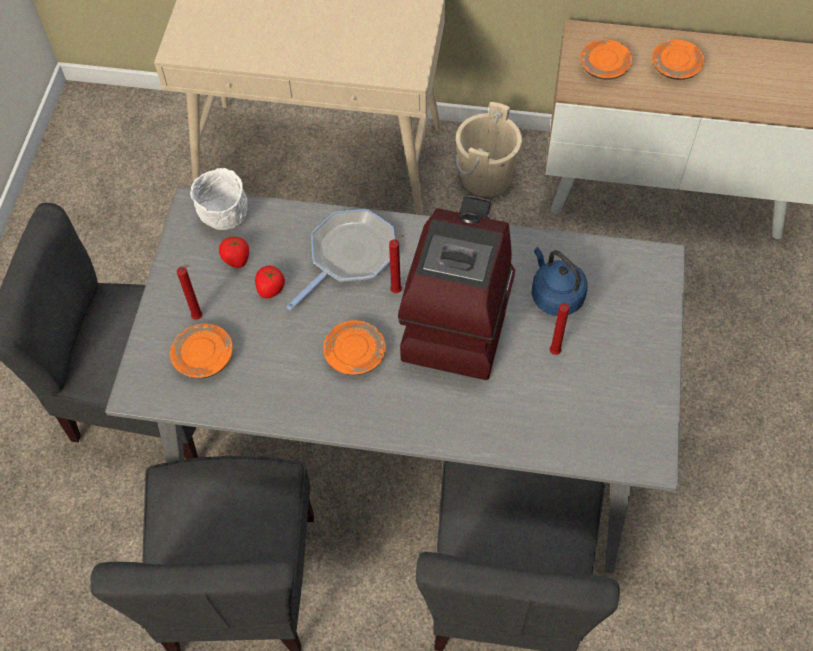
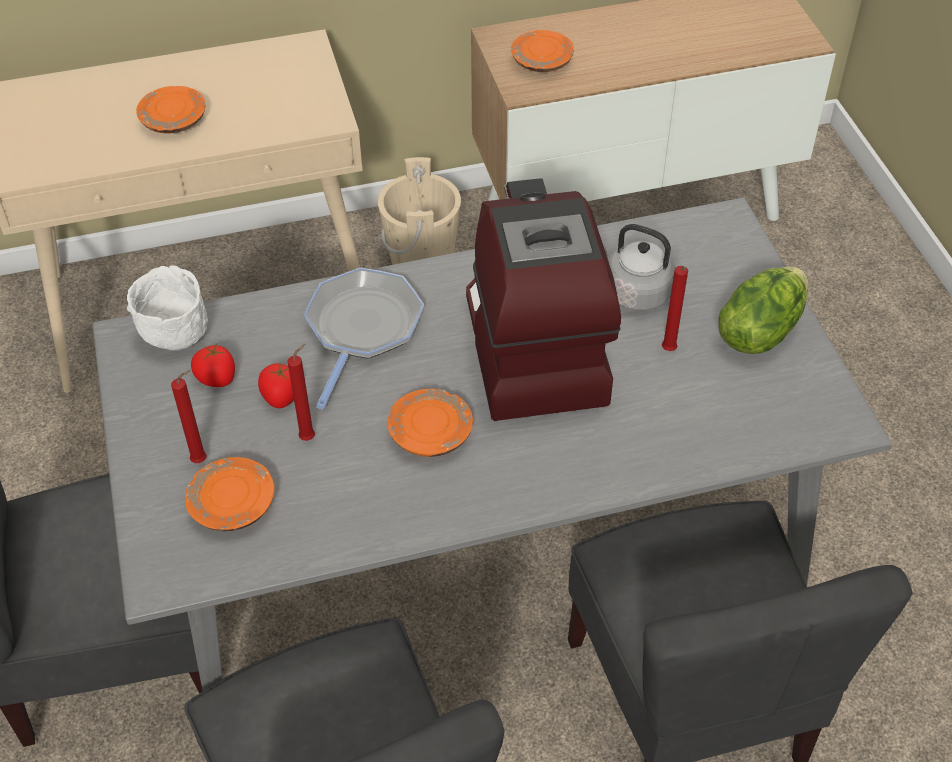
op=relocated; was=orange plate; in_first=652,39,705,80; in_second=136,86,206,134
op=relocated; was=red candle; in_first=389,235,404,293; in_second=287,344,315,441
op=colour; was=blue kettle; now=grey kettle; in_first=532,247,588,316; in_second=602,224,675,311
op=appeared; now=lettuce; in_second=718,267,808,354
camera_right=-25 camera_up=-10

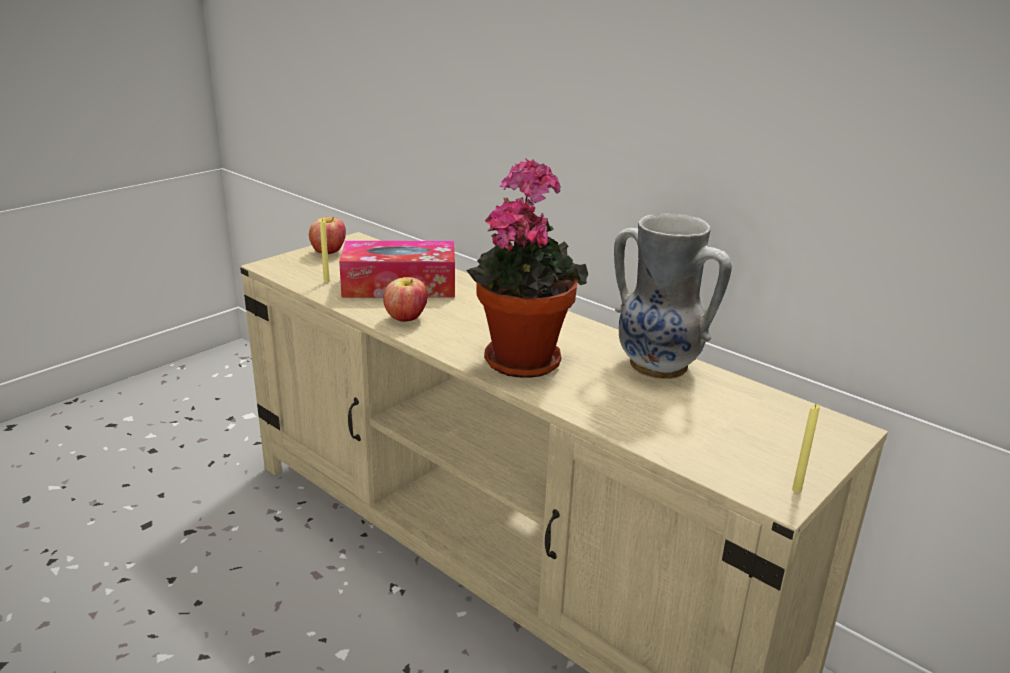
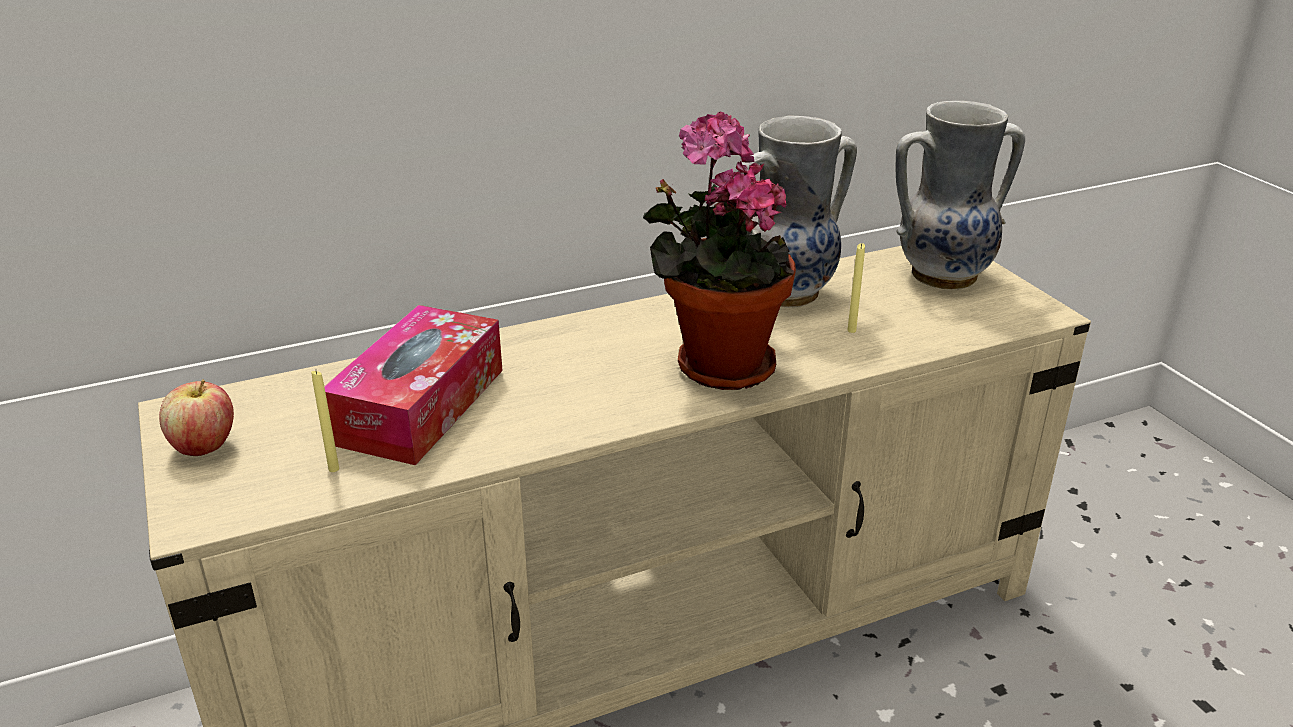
op=relocated; was=yellow candle; in_first=792,404,820,493; in_second=847,243,865,333
op=appeared; now=vase; in_second=896,101,1025,290
op=missing; was=apple; in_first=383,277,428,322
camera_right=-65 camera_up=5

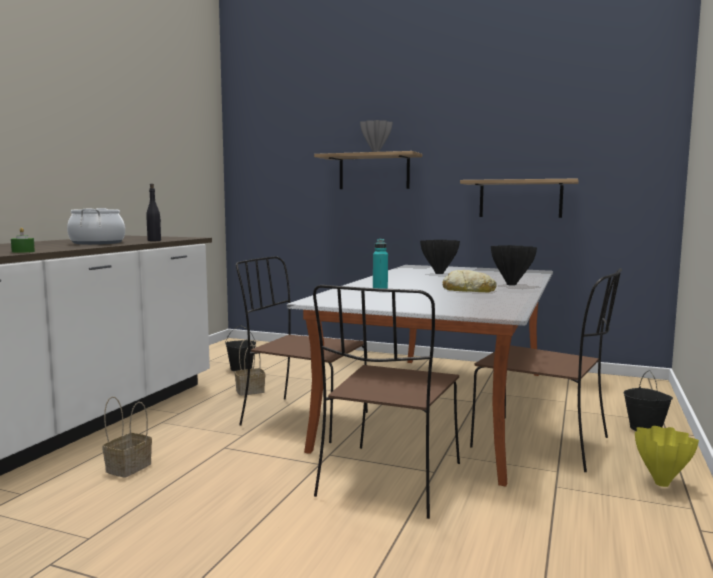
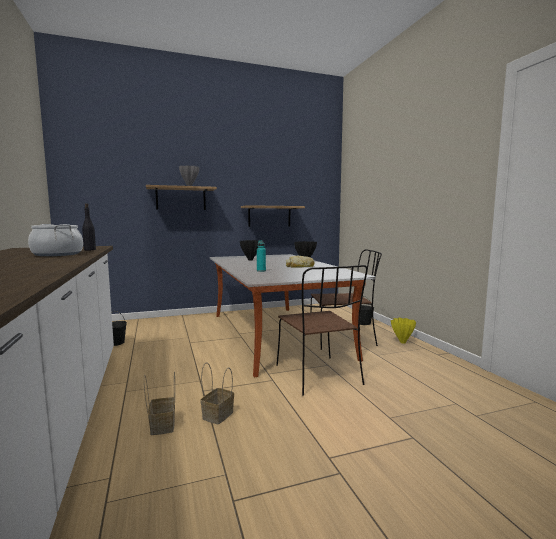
op=relocated; was=basket; in_first=235,339,265,396; in_second=201,363,234,424
op=missing; was=green candle; in_first=11,227,35,253
op=missing; was=brown chair; in_first=236,256,368,443
camera_right=-40 camera_up=0

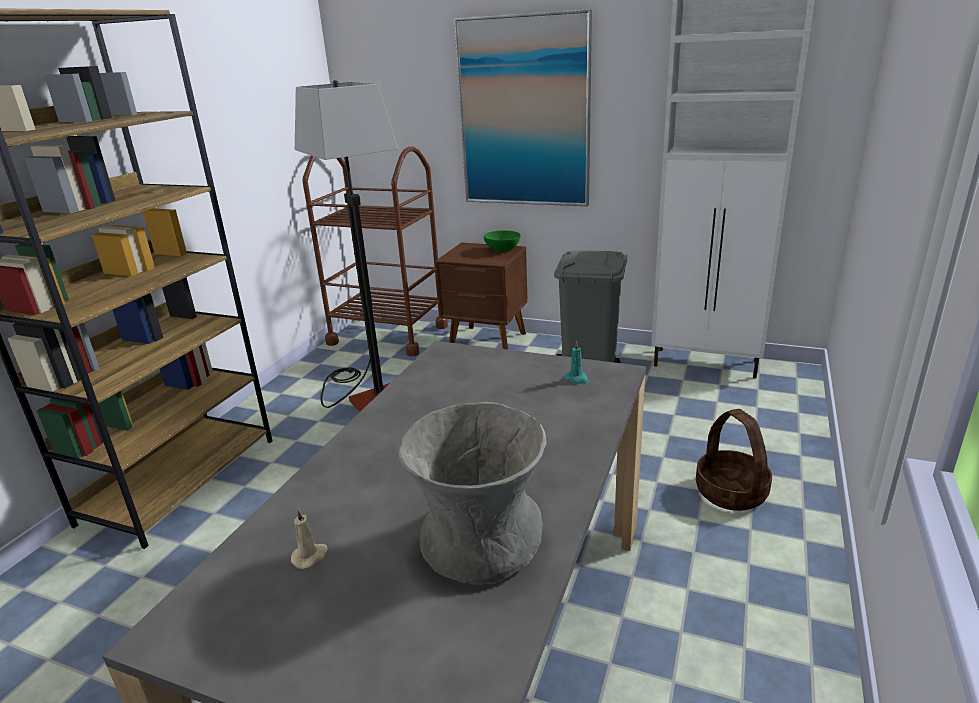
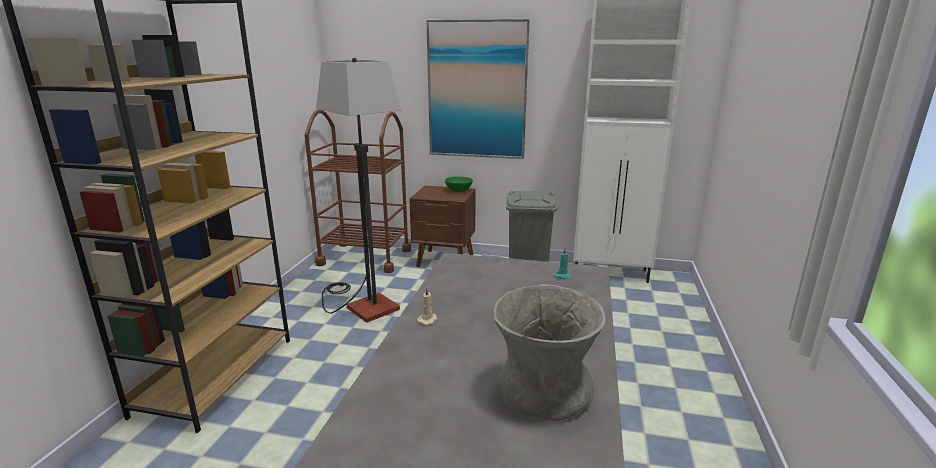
op=relocated; was=beige candle; in_first=291,508,328,569; in_second=417,288,438,325
op=missing; was=basket; in_first=696,409,772,511
camera_right=-10 camera_up=-5

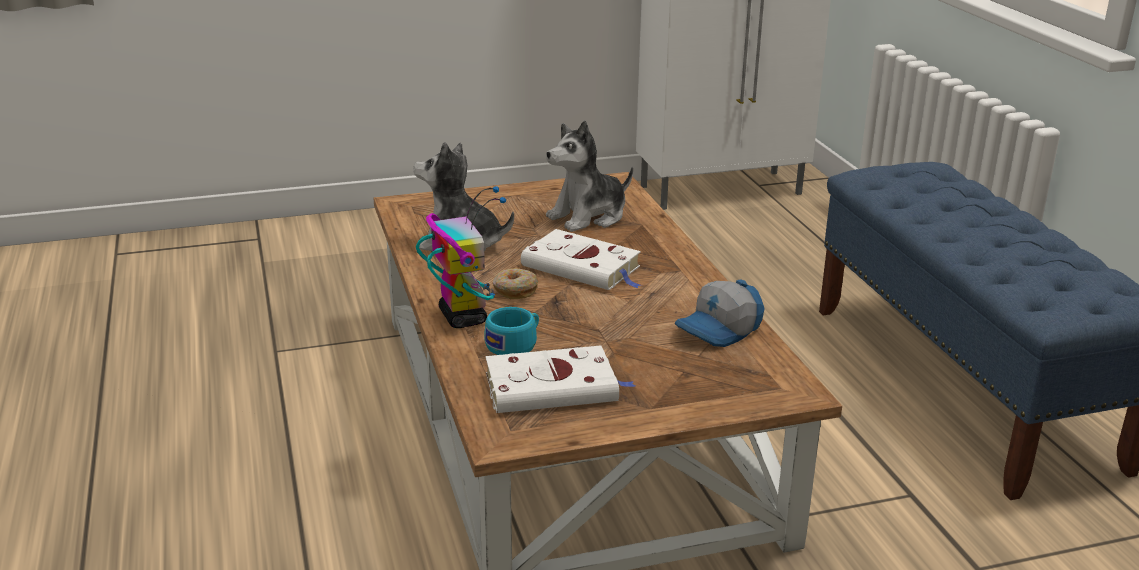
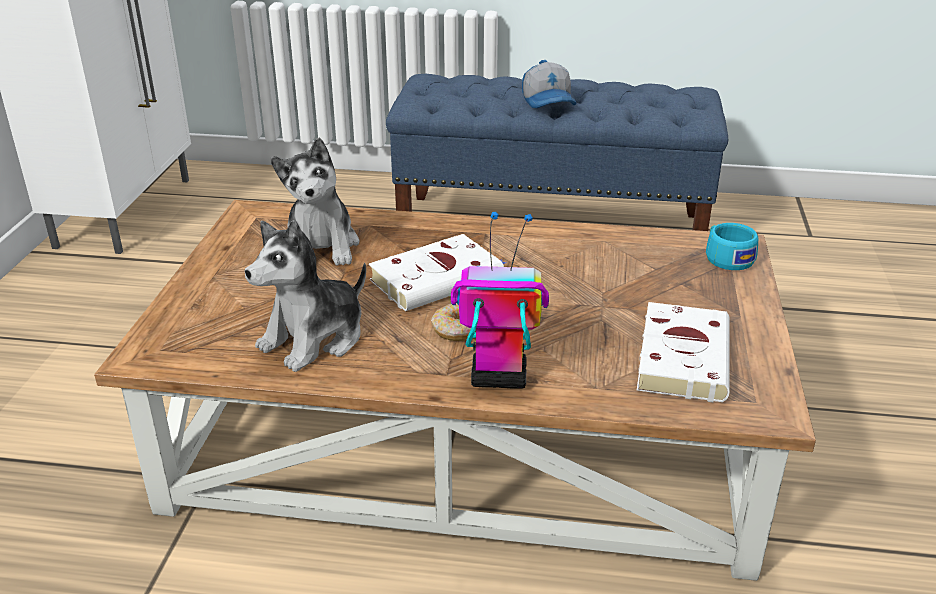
op=relocated; was=cap; in_first=675,279,765,347; in_second=522,60,577,108
op=relocated; was=turquoise cup; in_first=485,307,539,355; in_second=706,223,758,270
camera_right=-65 camera_up=5

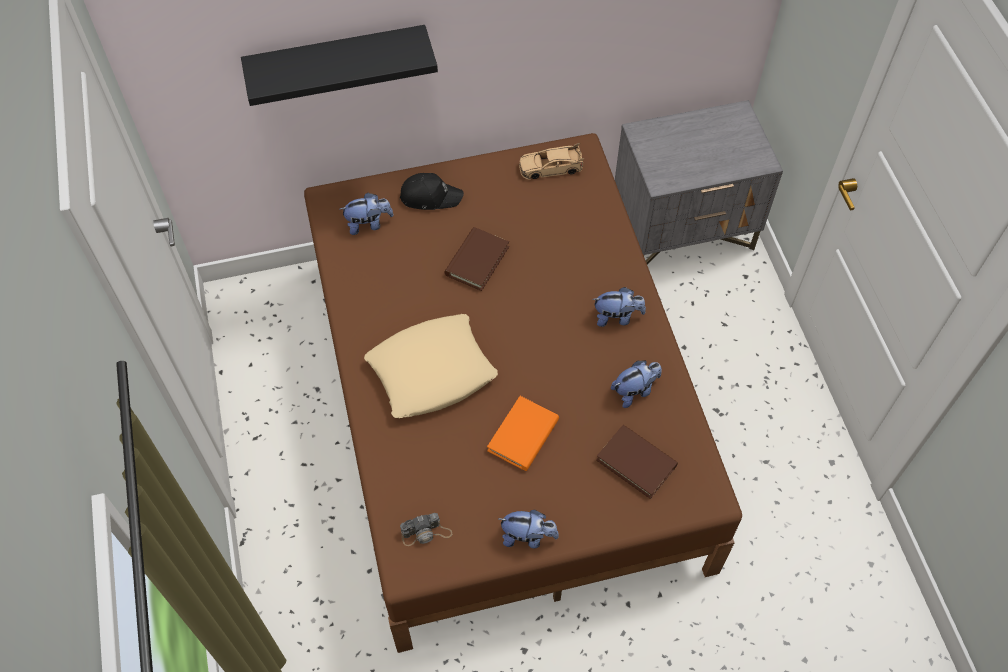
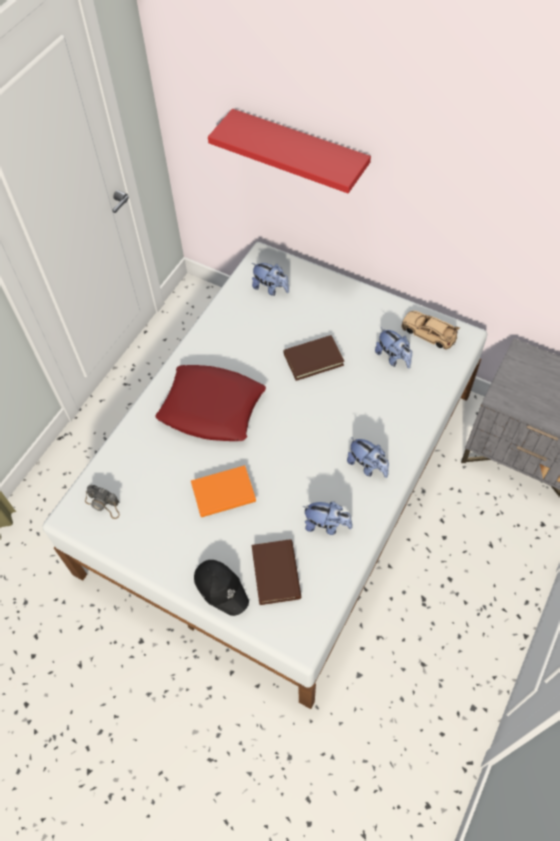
op=colour; was=brown bed; now=white bed; in_first=304,133,742,653; in_second=43,242,487,709
op=colour; was=beige pillow; now=red pillow; in_first=364,314,498,418; in_second=155,365,266,441
op=relocated; was=black cap; in_first=400,173,464,210; in_second=194,560,249,616
op=colour; was=black shelf; now=red shelf; in_first=241,25,438,106; in_second=208,109,371,193
op=relocated; was=plush toy; in_first=499,510,559,549; in_second=375,327,412,368
camera_right=45 camera_up=0

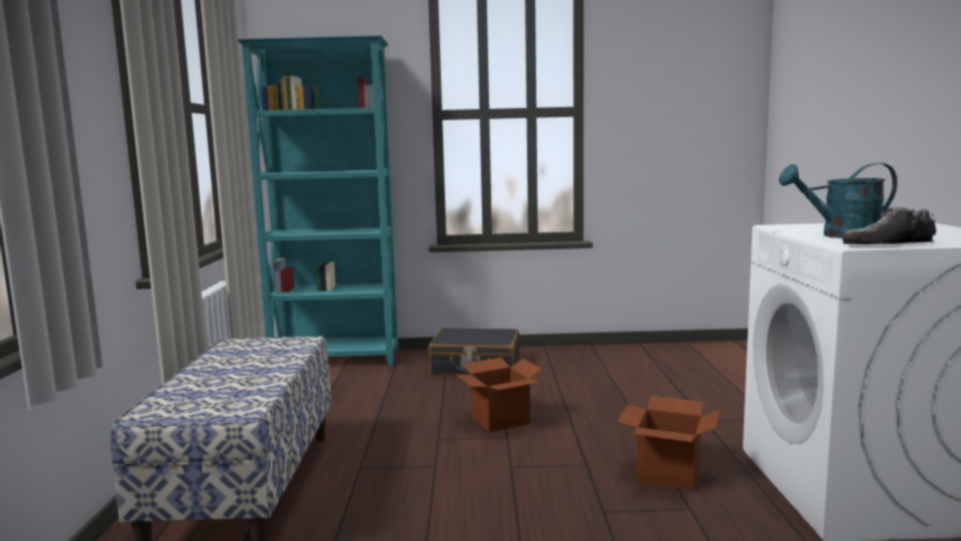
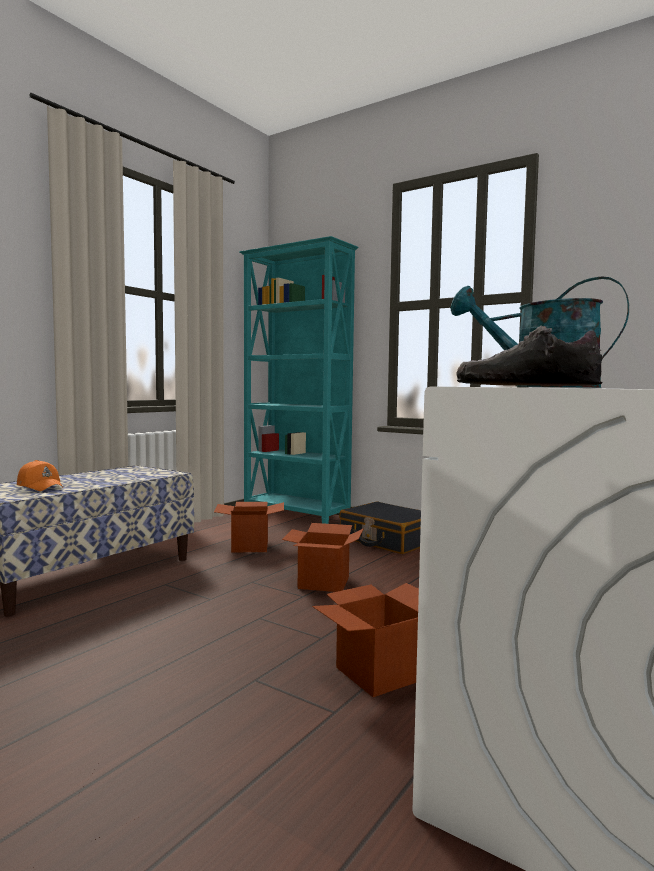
op=appeared; now=orange cap; in_second=17,460,63,491
op=appeared; now=cardboard box; in_second=214,502,284,552
camera_right=35 camera_up=-5

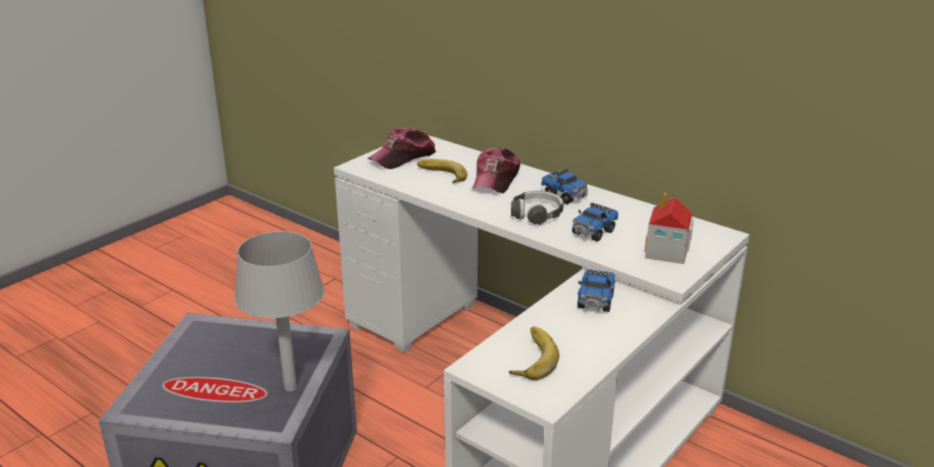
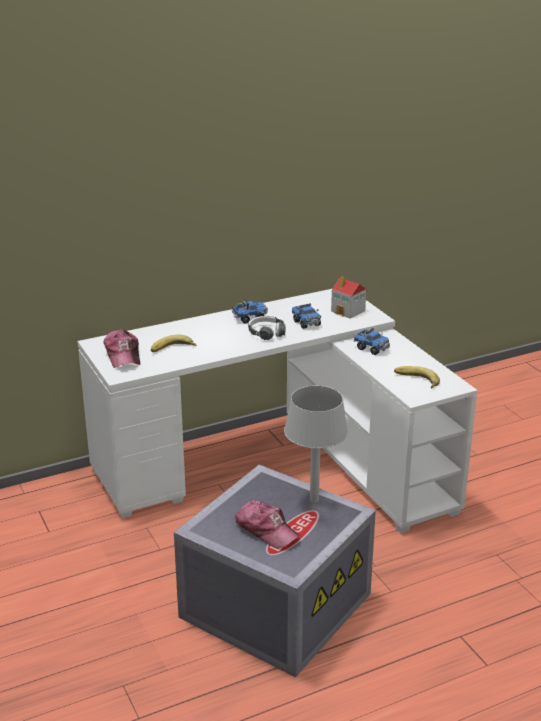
op=relocated; was=cap; in_first=472,147,520,193; in_second=235,500,300,549
camera_right=-65 camera_up=0

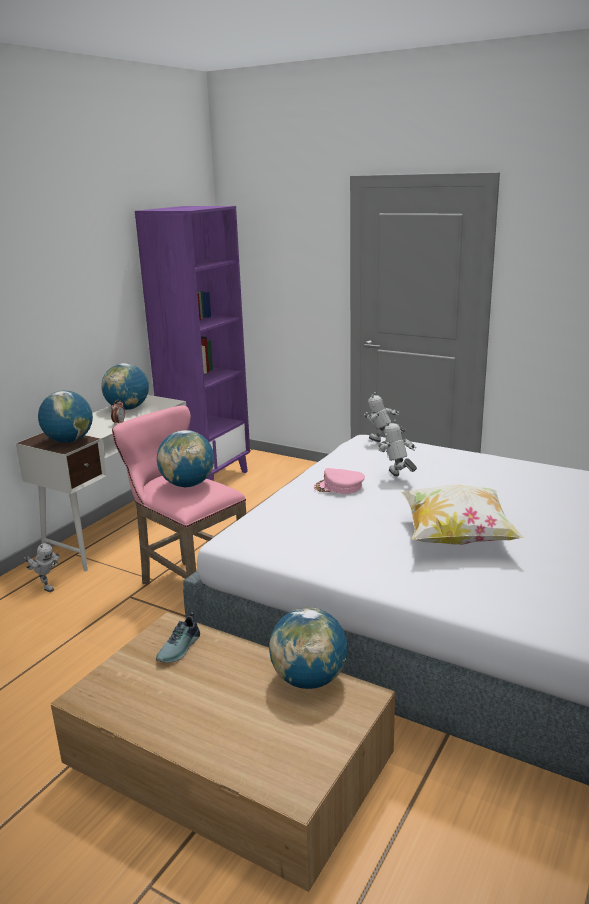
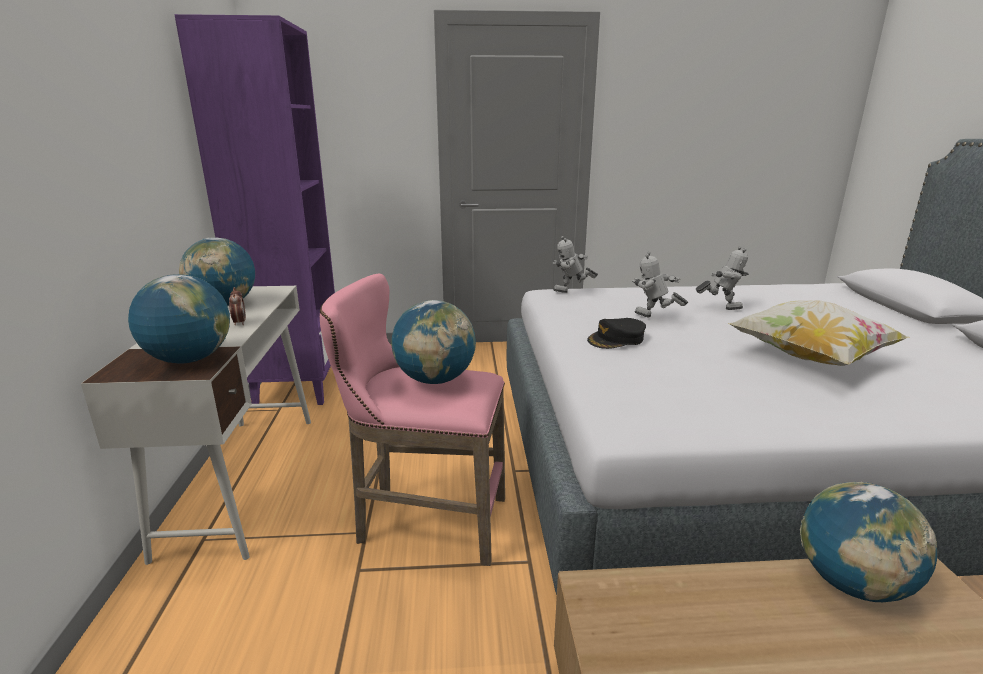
op=colour; was=pink cap; now=black cap; in_first=314,468,365,494; in_second=587,318,646,349
op=relocated; was=toy robot; in_first=24,541,59,592; in_second=696,246,749,310
op=missing; was=shoe; in_first=156,612,200,663
camera_right=-35 camera_up=0

